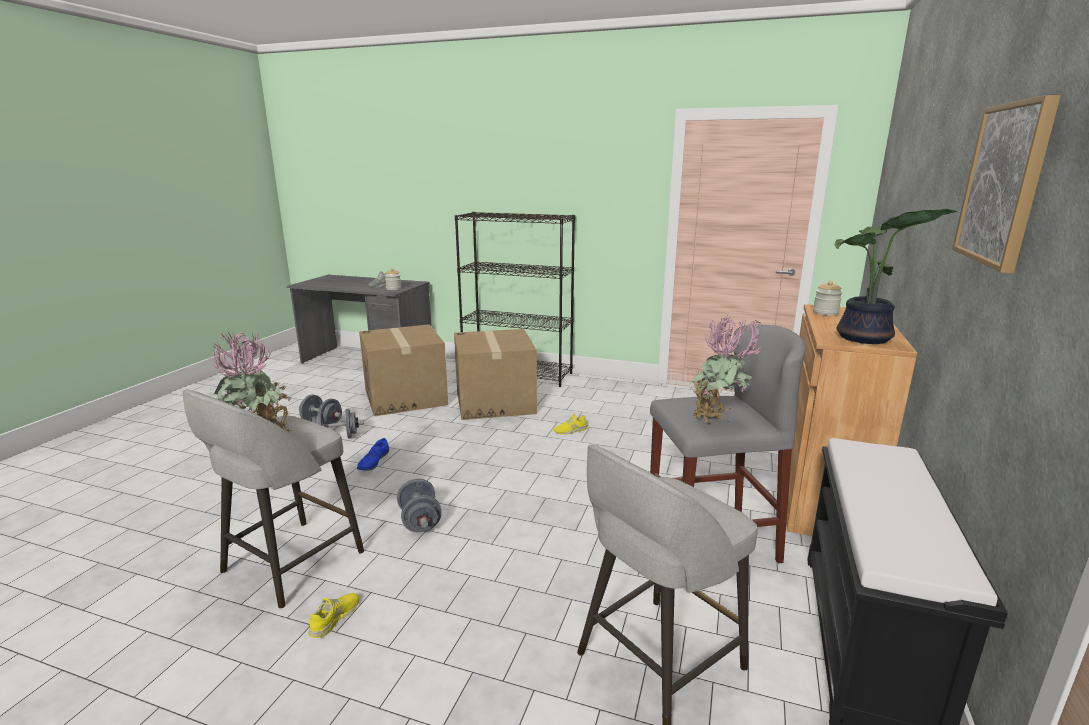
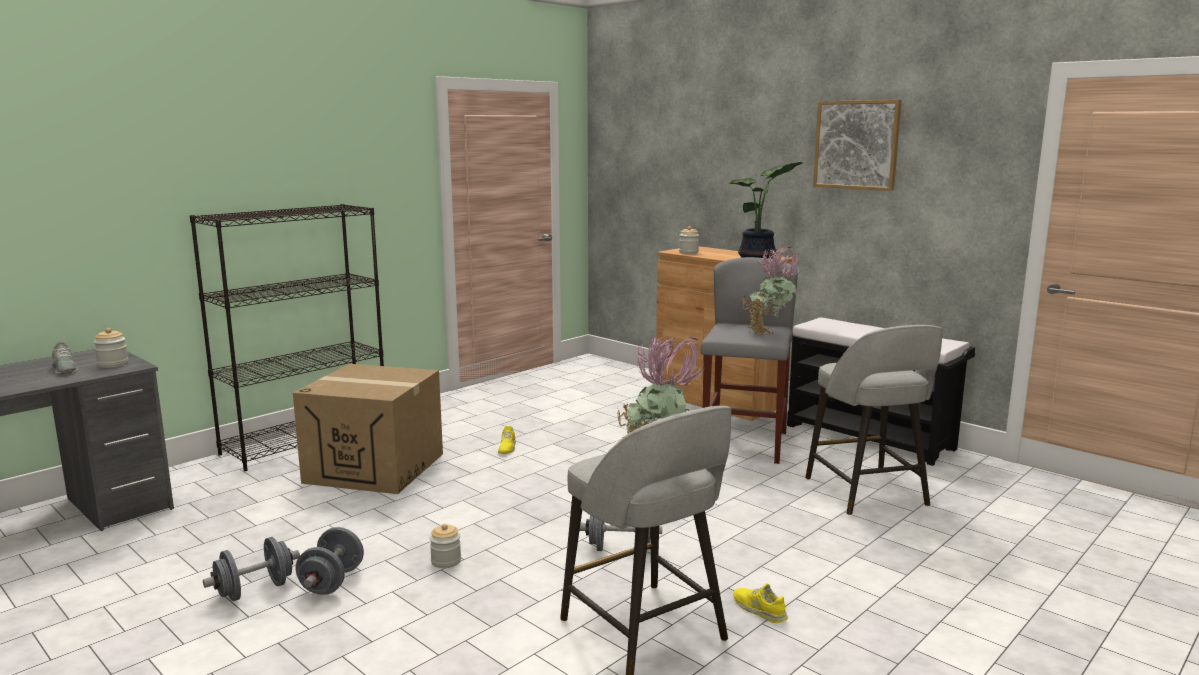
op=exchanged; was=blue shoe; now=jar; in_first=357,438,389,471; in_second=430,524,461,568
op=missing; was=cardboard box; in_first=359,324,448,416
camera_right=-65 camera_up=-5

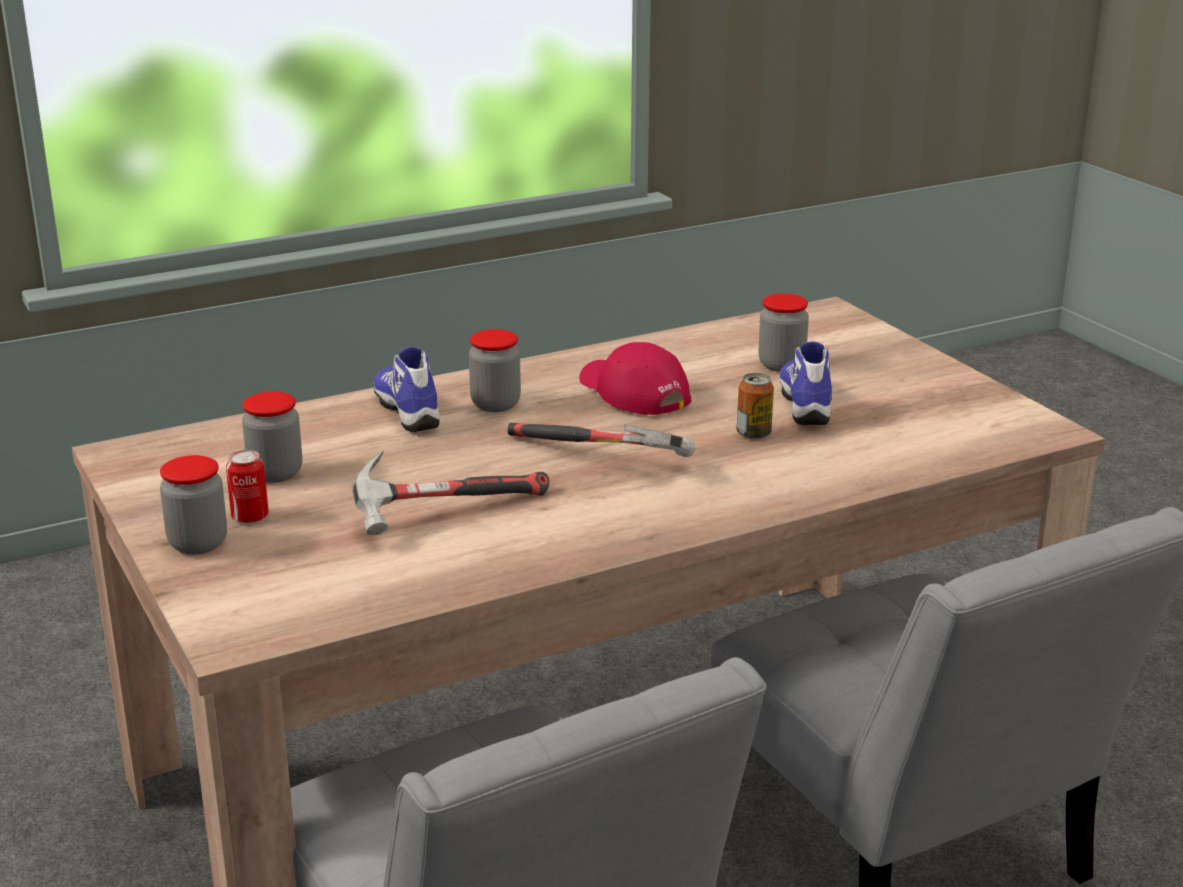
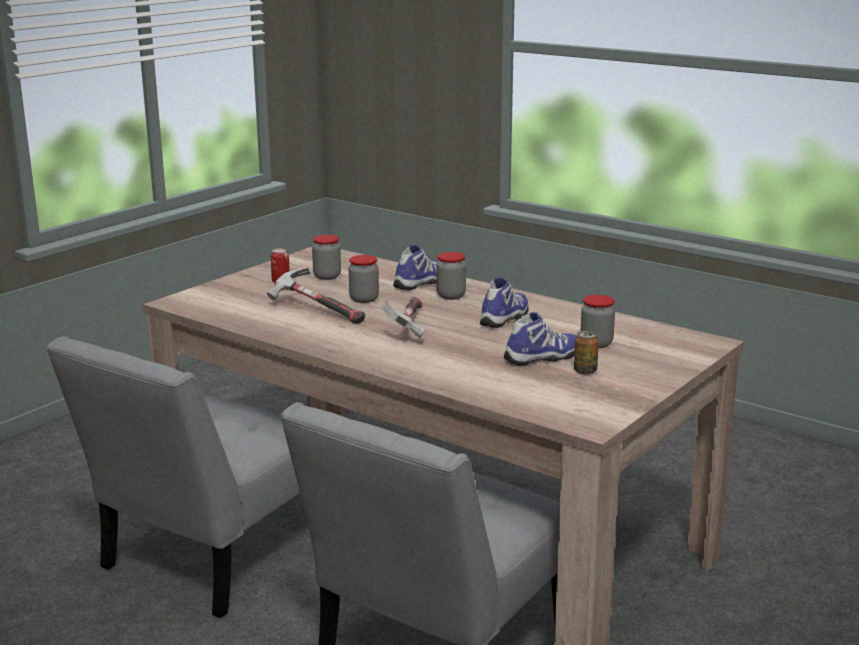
op=relocated; was=jar; in_first=160,455,227,555; in_second=349,255,379,303
op=exchanged; was=red cap; now=shoe; in_first=579,342,692,415; in_second=480,277,528,328
op=relocated; was=can; in_first=736,373,774,439; in_second=574,331,599,375
camera_right=65 camera_up=-5

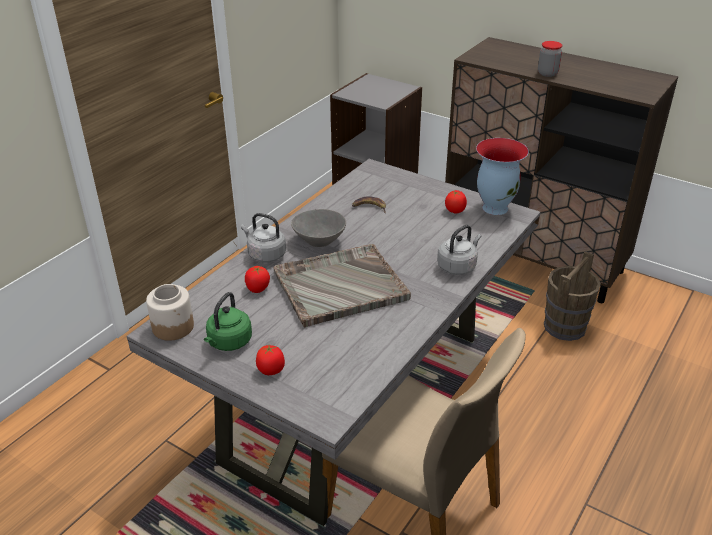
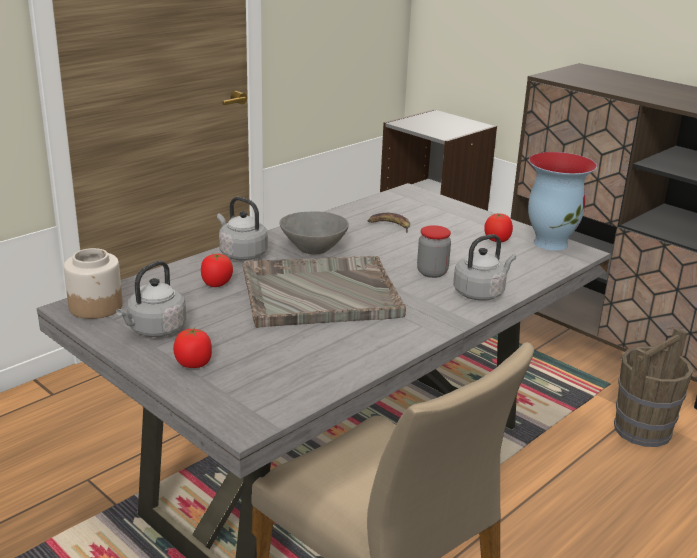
op=colour; was=green kettle; now=grey kettle; in_first=204,292,252,351; in_second=116,260,186,337
op=relocated; was=jar; in_first=538,41,562,77; in_second=417,225,451,278
camera_right=10 camera_up=-10

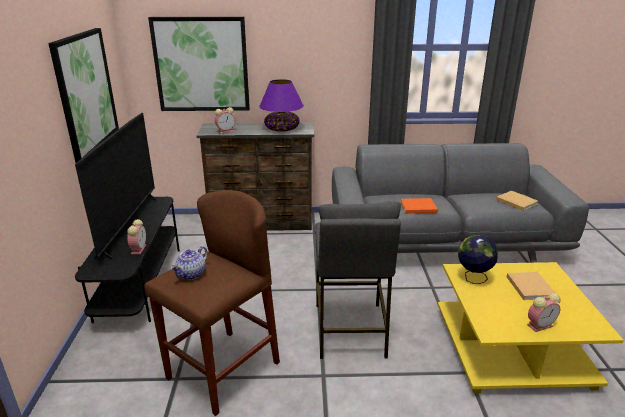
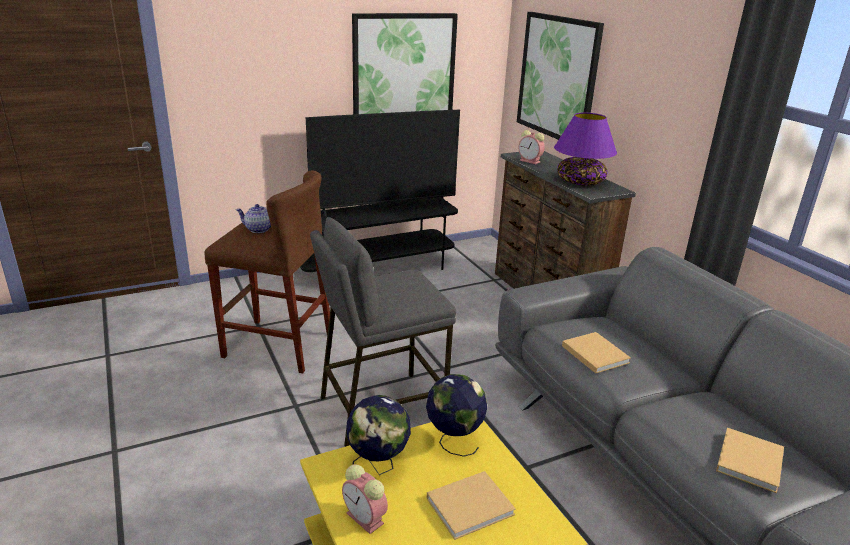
op=appeared; now=globe; in_second=346,395,411,475
op=colour; was=orange book; now=beige book; in_first=400,198,438,214; in_second=562,332,631,374
op=missing; was=alarm clock; in_first=127,219,146,254
camera_right=65 camera_up=0

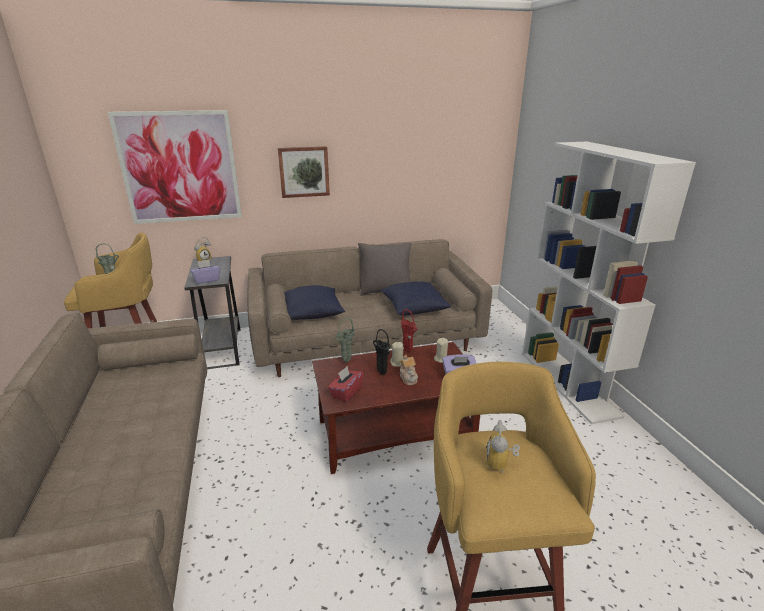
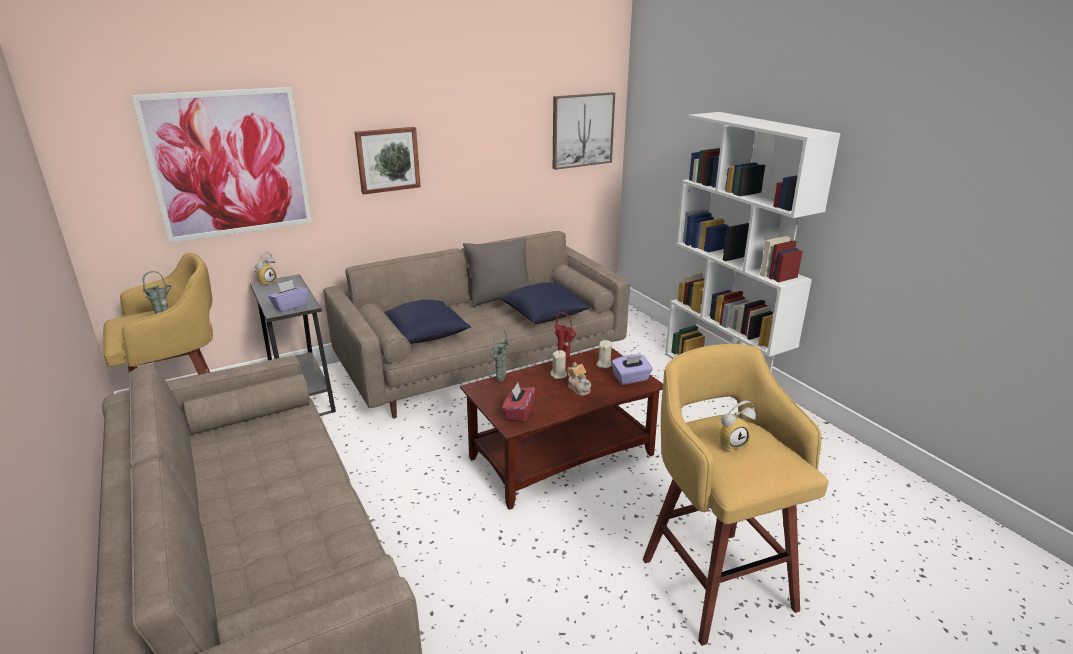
op=appeared; now=picture; in_second=553,92,615,170
op=spun; was=alarm clock; in_first=486,420,520,474; in_second=719,401,756,450; clockwise=-105
op=missing; was=black vase; in_first=373,329,391,375
camera_right=-15 camera_up=0

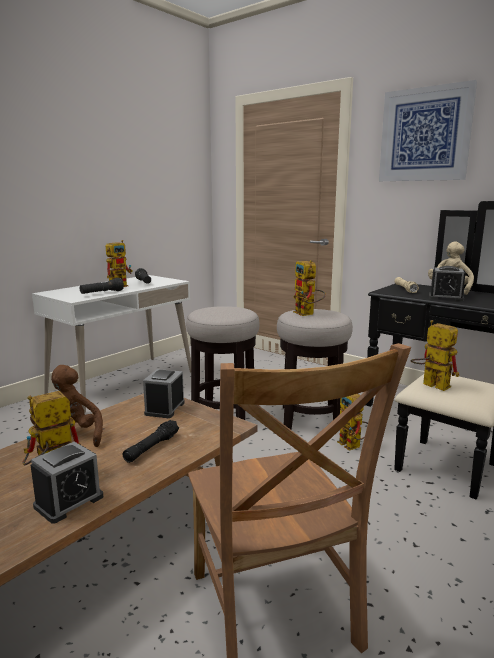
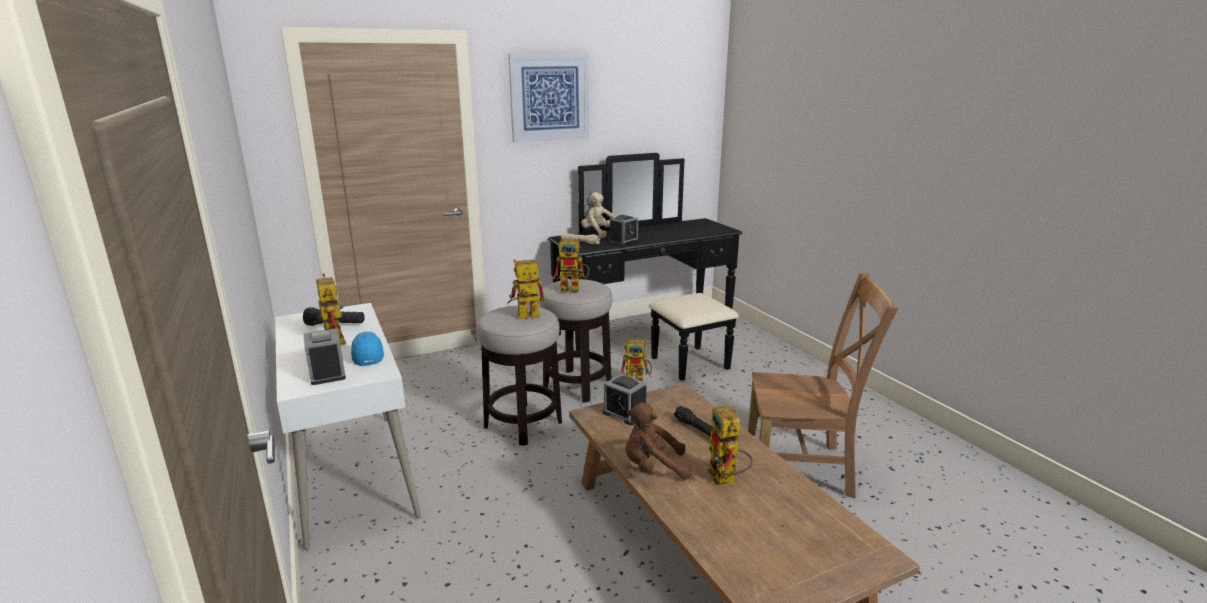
op=relocated; was=alarm clock; in_first=31,442,103,524; in_second=304,328,346,385
op=exchanged; was=black flashlight; now=blue cap; in_first=80,278,124,294; in_second=351,332,384,366
op=relocated; was=toy robot; in_first=411,320,459,391; in_second=507,260,545,319
camera_right=-65 camera_up=5

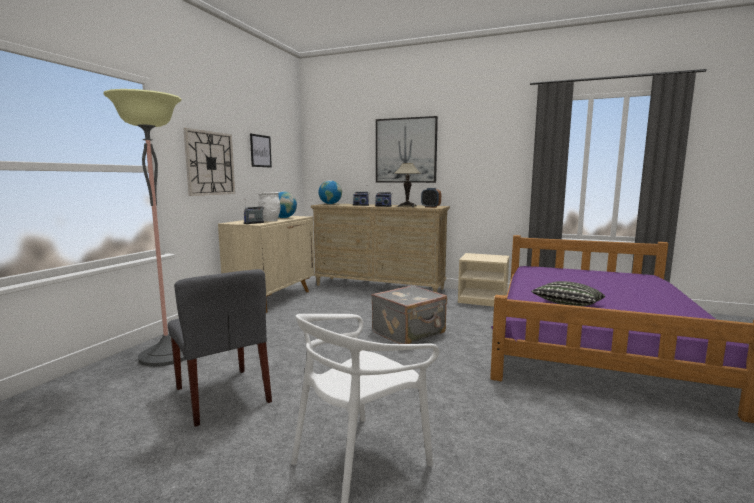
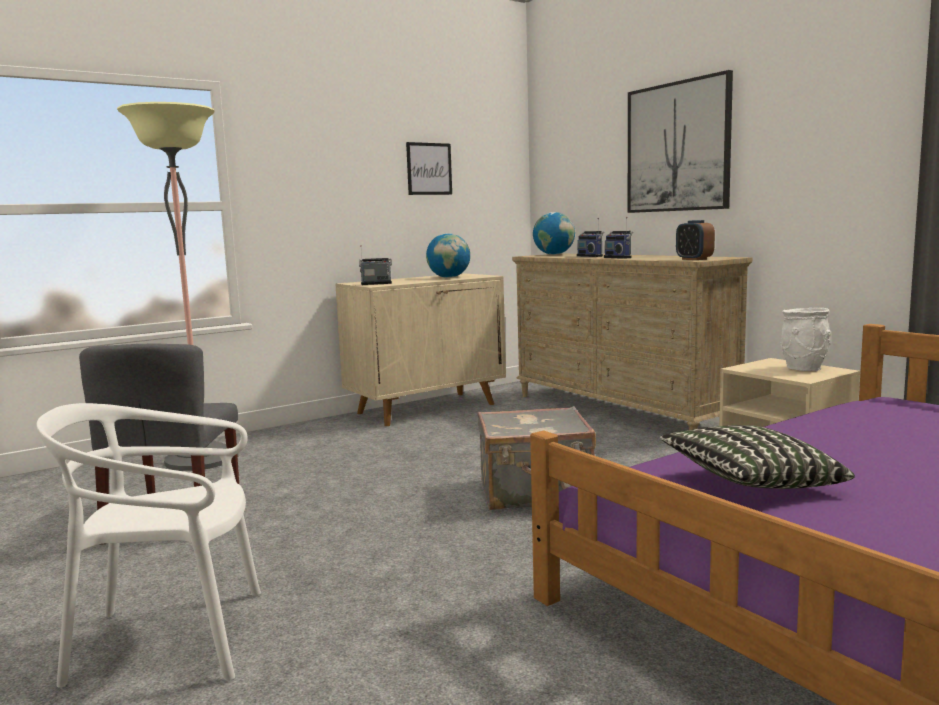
op=relocated; was=white vase; in_first=258,192,281,221; in_second=780,308,831,371
op=missing; was=wall clock; in_first=183,128,235,196
op=missing; was=table lamp; in_first=394,163,421,207
camera_right=35 camera_up=0

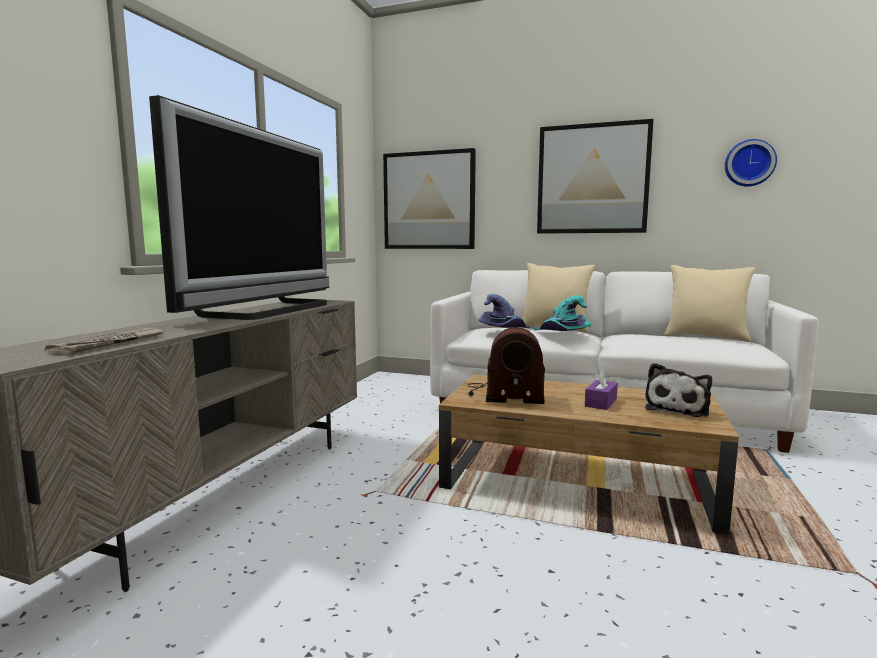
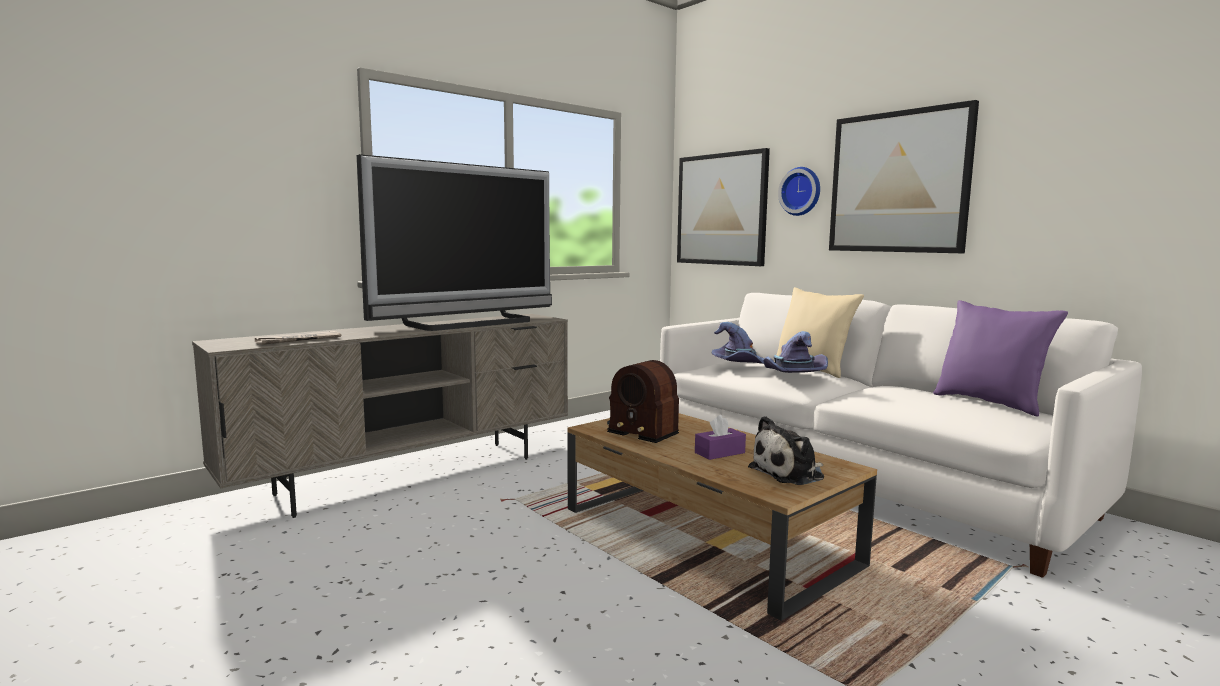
op=colour; was=turquoise hat; now=purple hat; in_first=534,295,591,331; in_second=764,331,828,373
op=relocated; was=wall clock; in_first=725,139,777,187; in_second=778,167,820,216
op=colour; was=beige pillow; now=purple pillow; in_first=664,265,756,342; in_second=933,300,1068,416
camera_right=30 camera_up=0

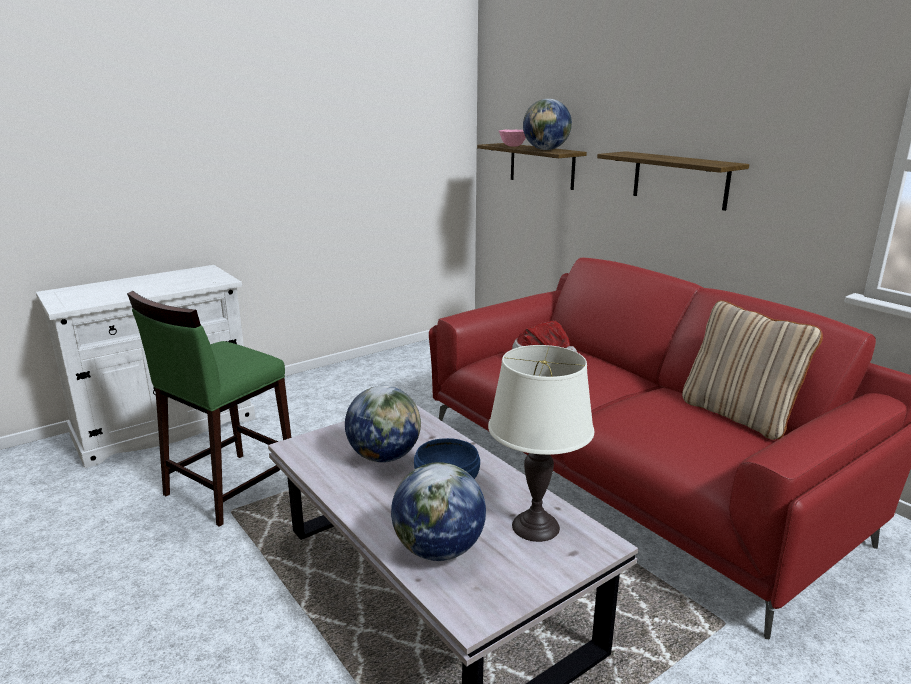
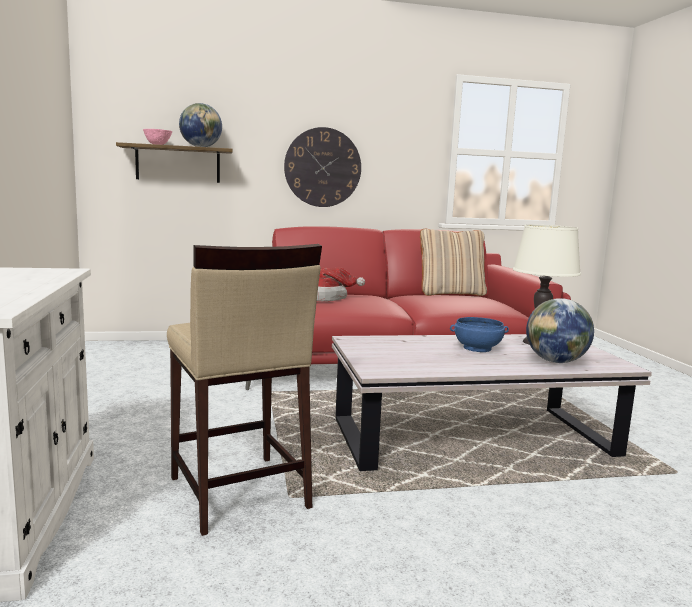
op=colour; was=green stool; now=beige stool; in_first=127,291,291,527; in_second=167,244,322,536
op=exchanged; was=shelf; now=wall clock; in_first=597,151,749,211; in_second=284,127,361,207
op=missing; was=globe; in_first=345,386,421,463
camera_right=-65 camera_up=-10

